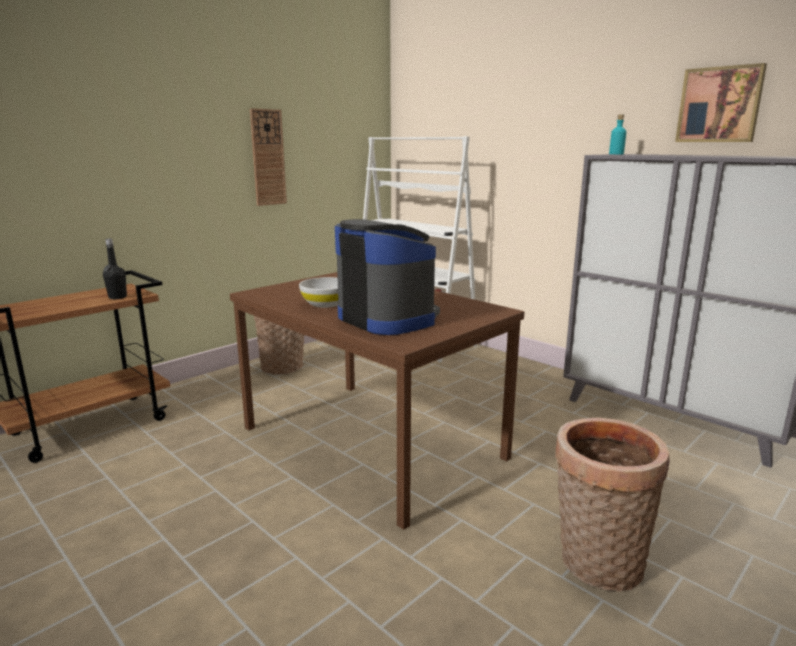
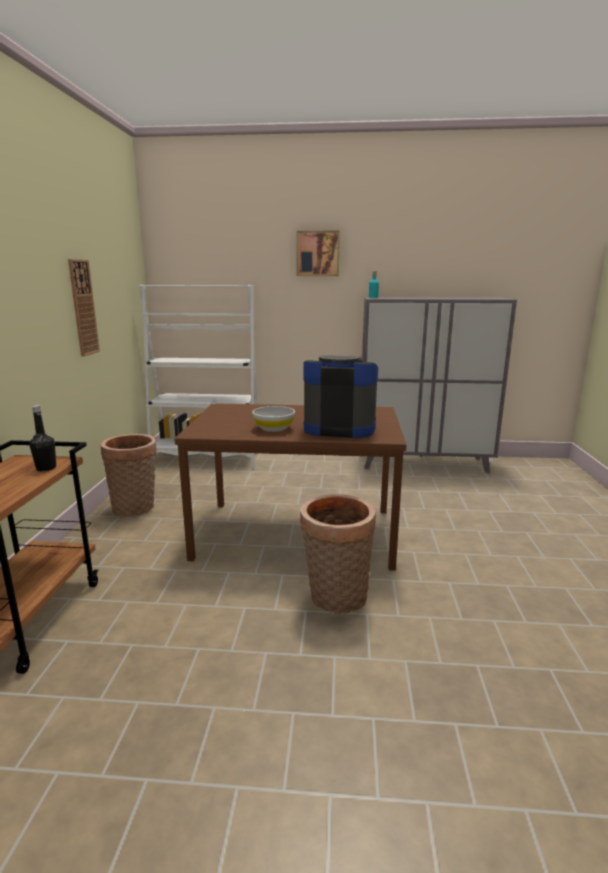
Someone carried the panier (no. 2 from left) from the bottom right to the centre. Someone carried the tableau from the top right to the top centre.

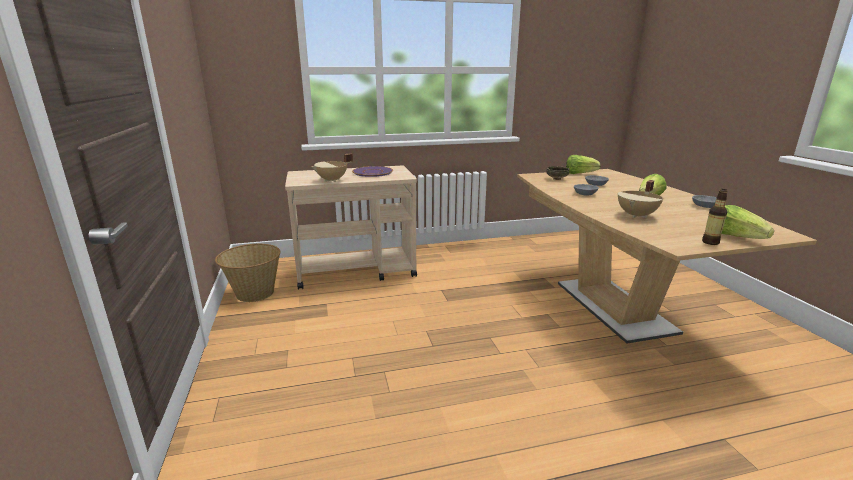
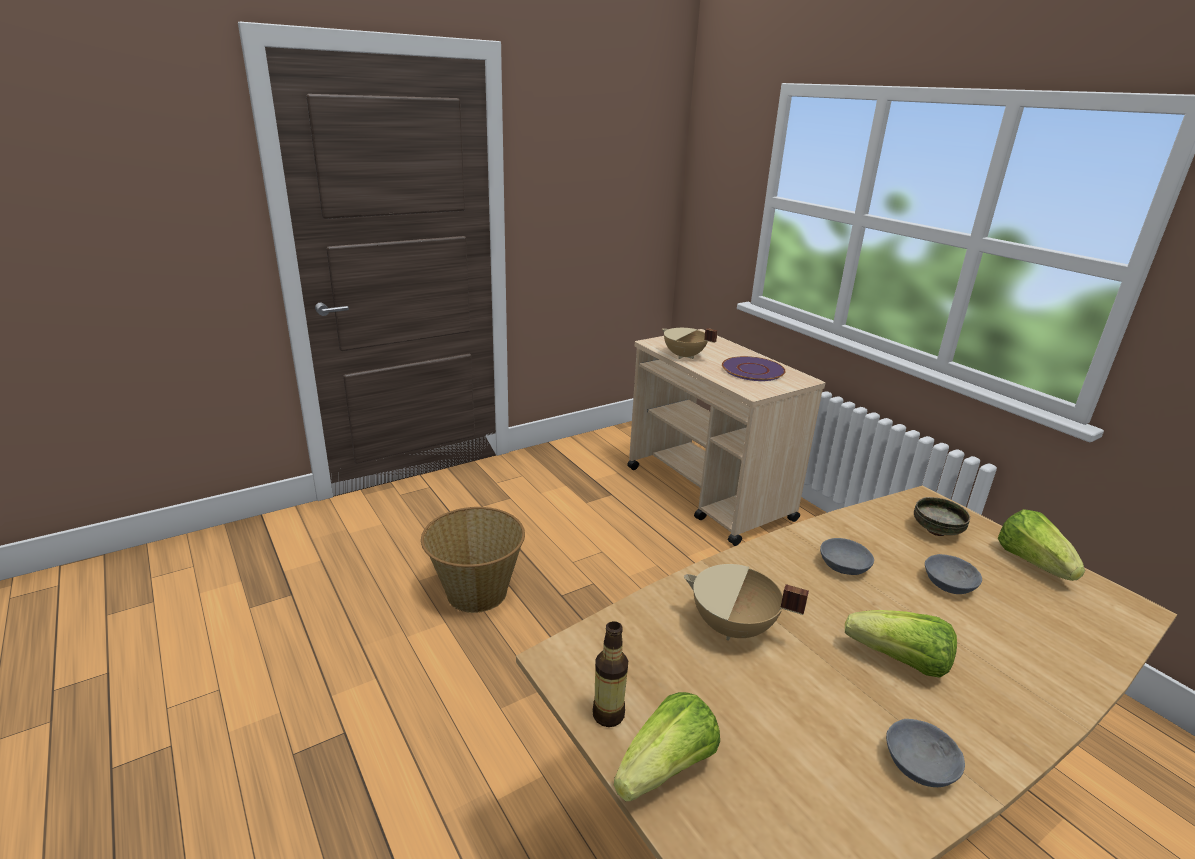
Someone carried the panier from the middle left to the centre.

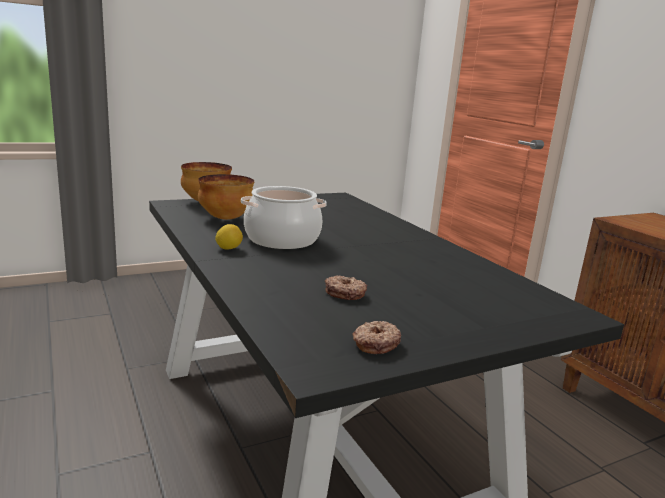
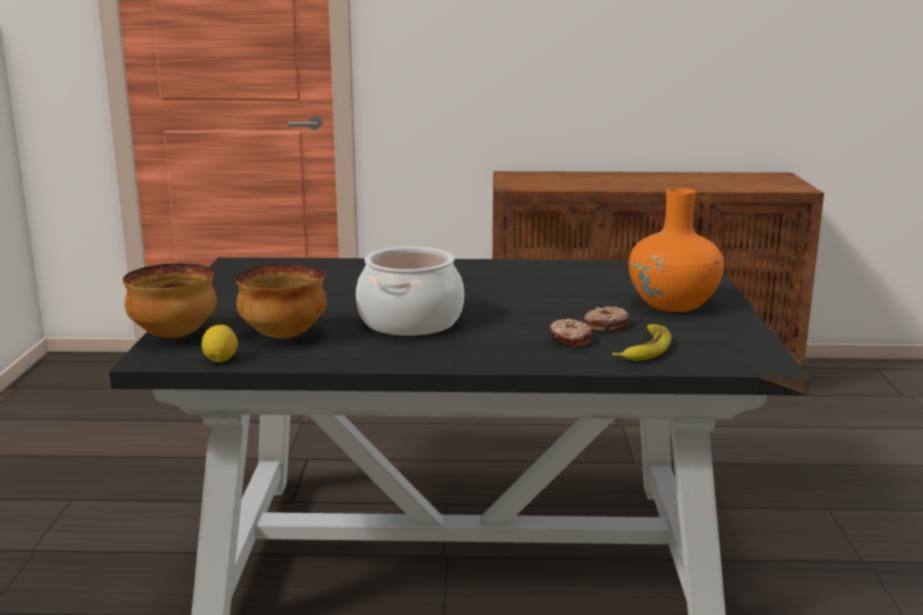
Someone put down the banane at the middle right. Someone put down the vase [orange] at the middle right. Someone carried the citron from the centre to the middle left. Someone carried the beignet (no. 2 from left in the first image) from the bottom centre to the centre.

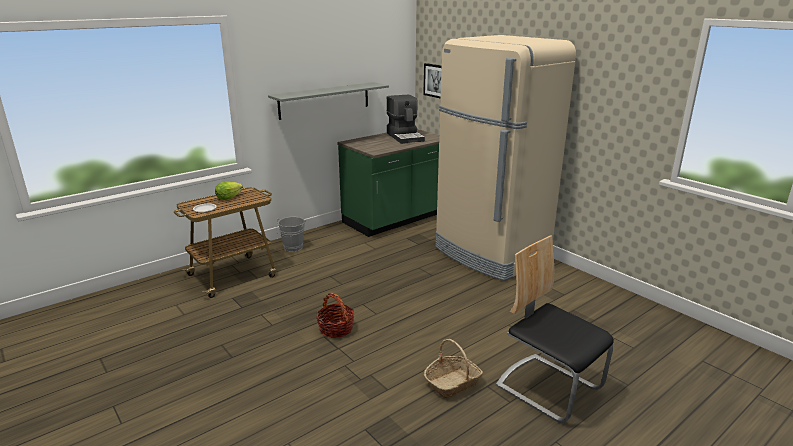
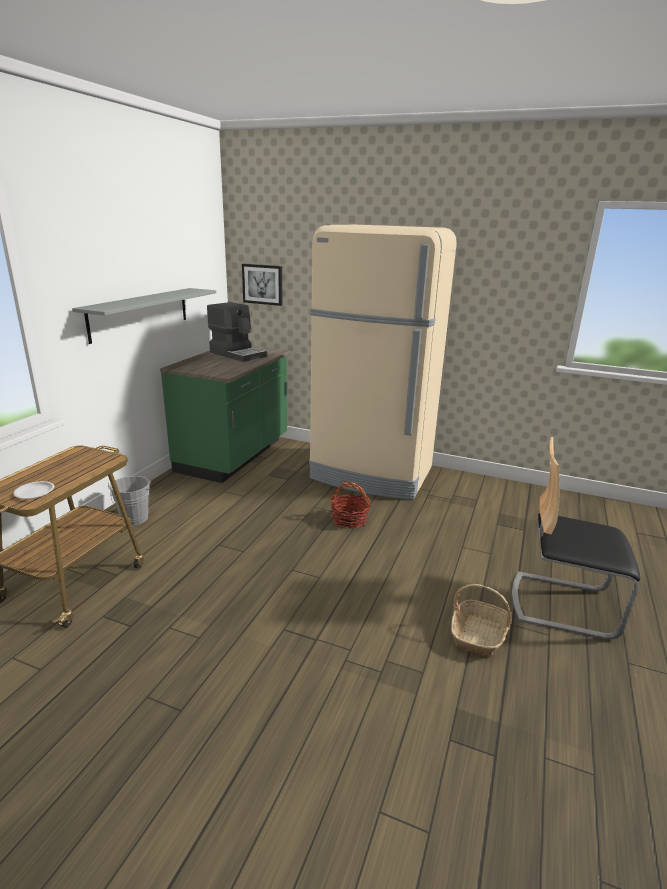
Someone took away the laitue at the middle left. Someone carried the panier (no. 1 from left) from the bottom centre to the centre.

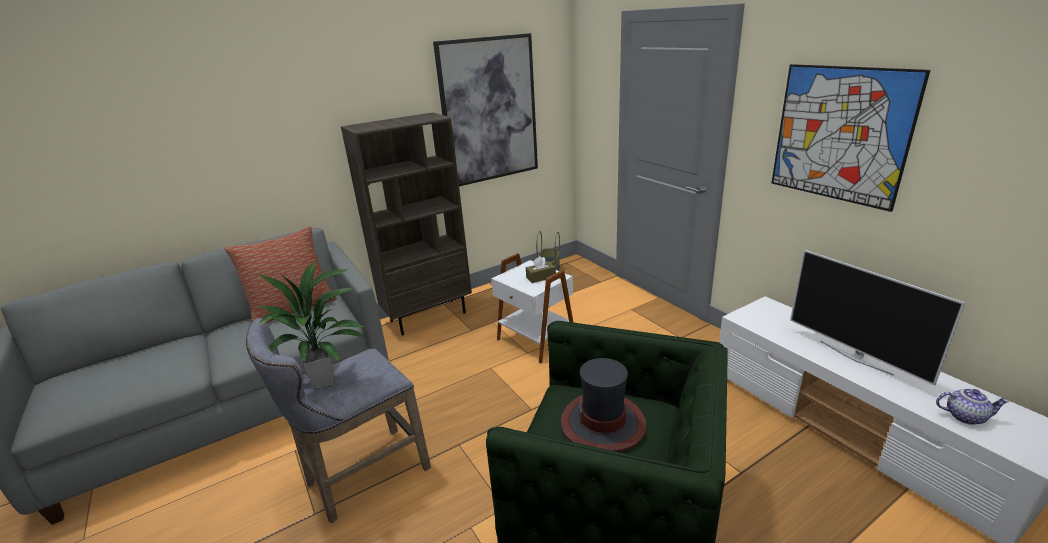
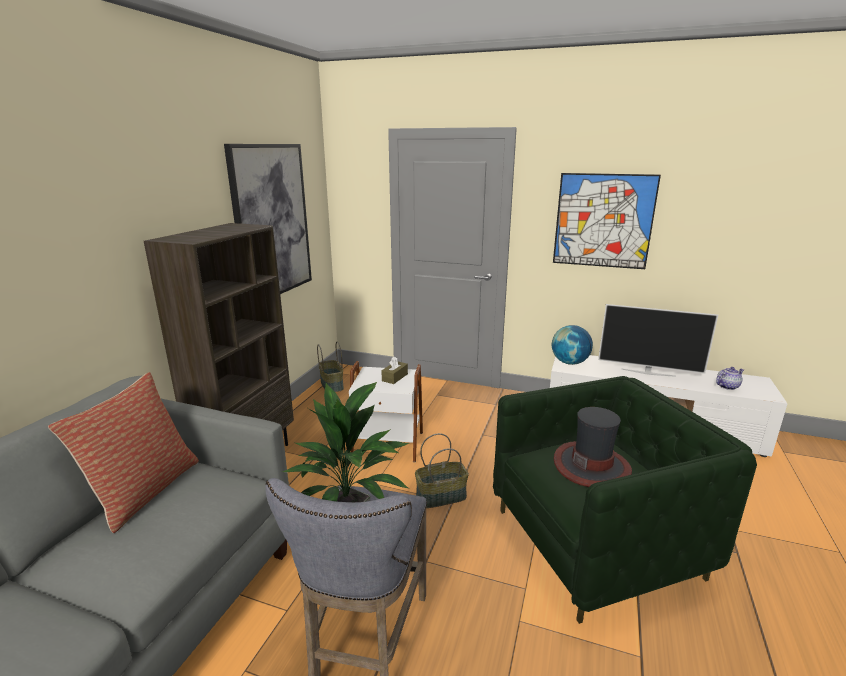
Someone put down the panier (no. 2 from left) at the bottom centre. Someone put down the globe at the middle right.

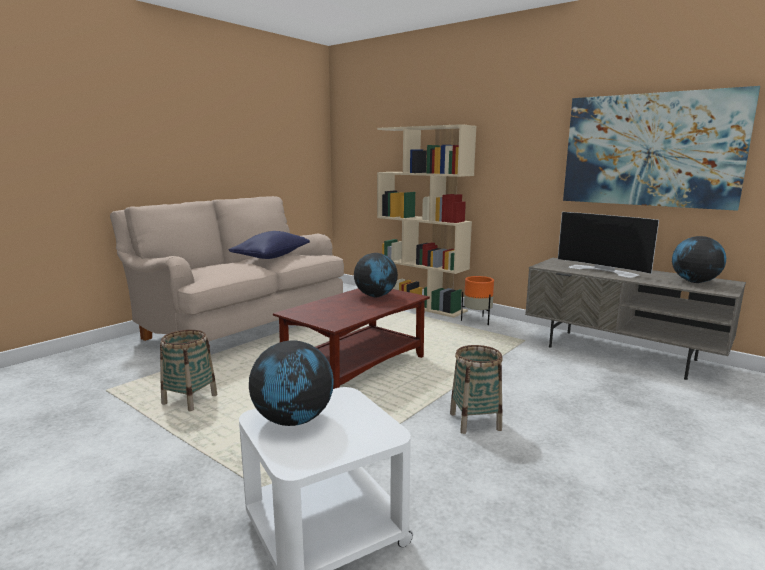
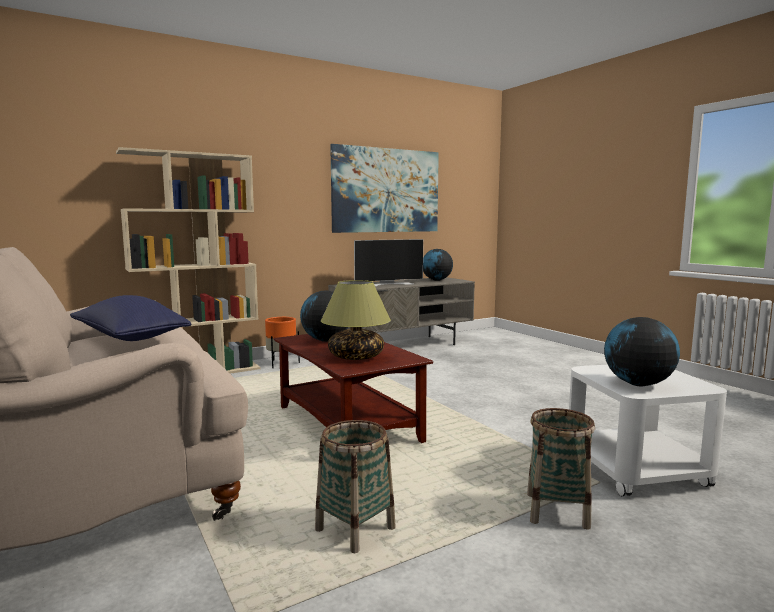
Someone put down the lampe de table at the centre. Someone carried the panier (no. 2 from left) from the bottom centre to the bottom right.

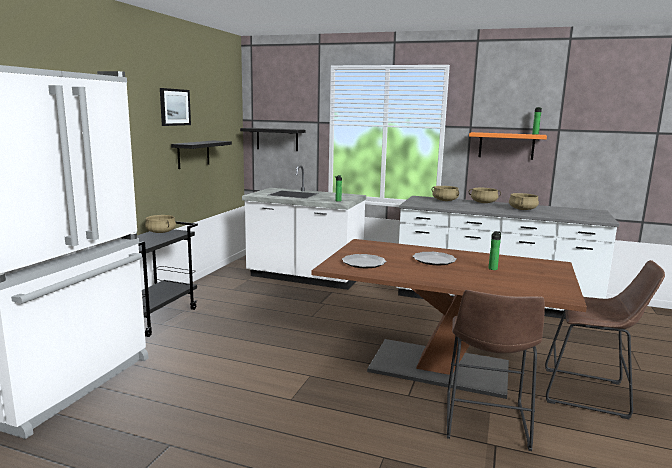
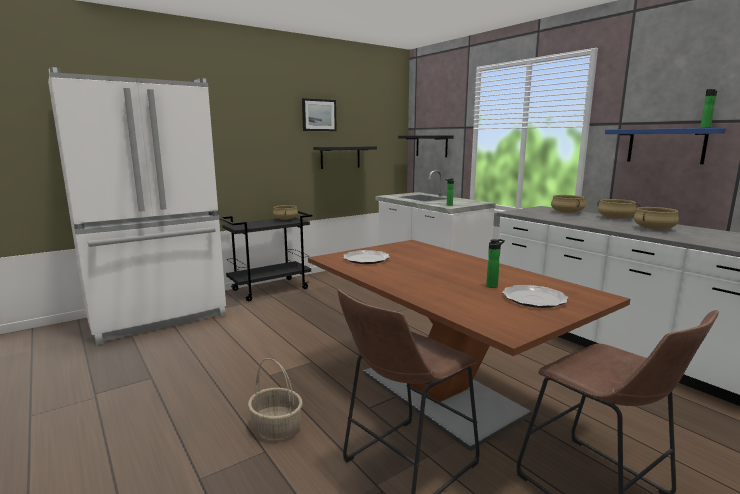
Someone put down the panier at the bottom centre. Someone carried the assiette (no. 2 from left) from the centre to the middle right. Someone repainted the étagère [orange] at the top right, which became the étagère [bleu] at the top right.

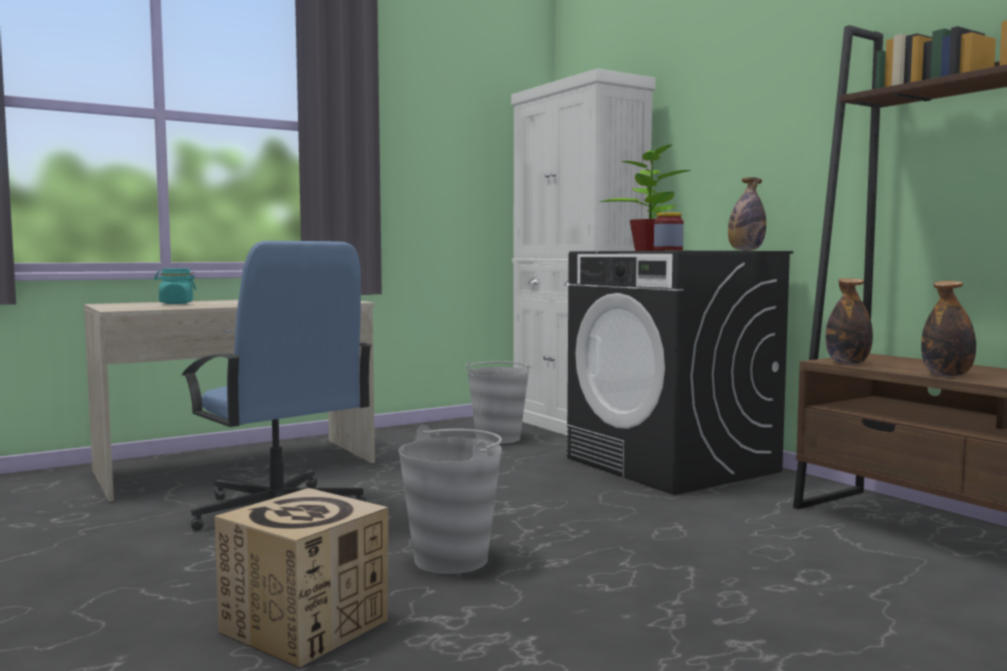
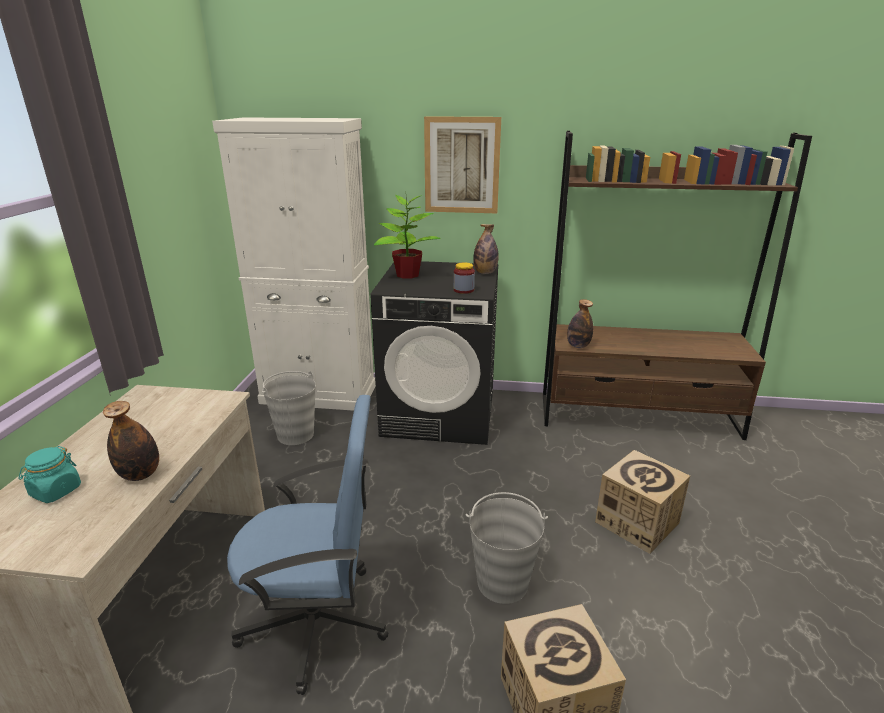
Someone put up the tableau at the top centre. Someone put down the carton (no. 2 from left) at the bottom right. Someone carried the bouteille (no. 3 from left in the first image) from the middle right to the middle left.

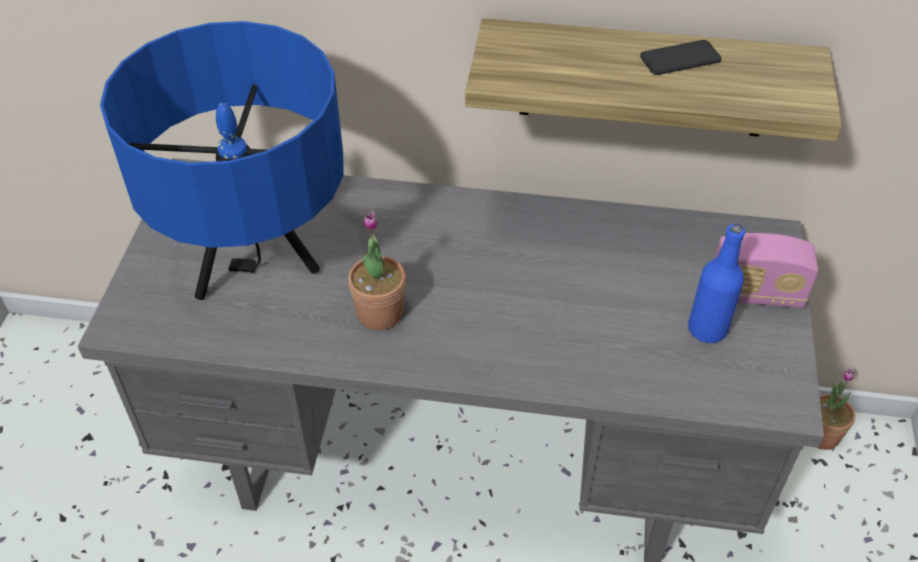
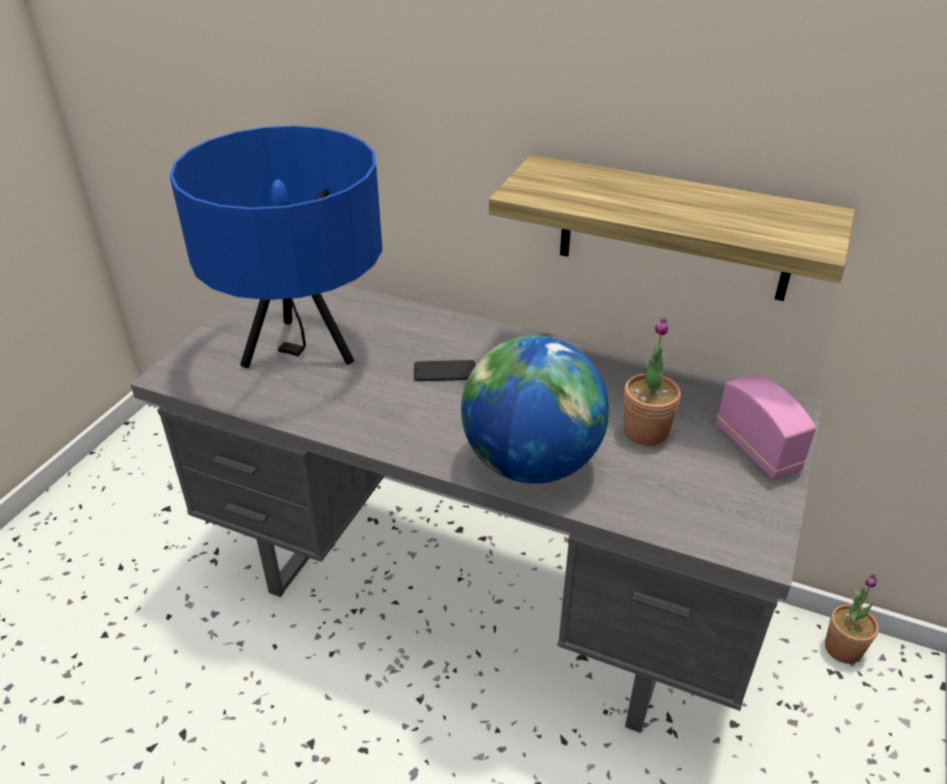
Someone took away the bouteille [bleu] at the middle right. Someone put down the globe at the centre. Someone carried the plante en pot (no. 1 from left) from the centre to the middle right. Someone carried the téléphone from the top right to the centre. Someone rotated the radio at the middle right by 135 degrees counterclockwise.

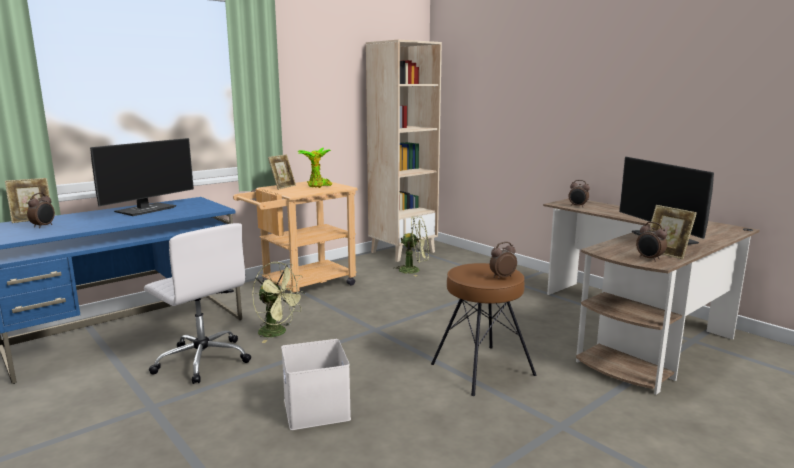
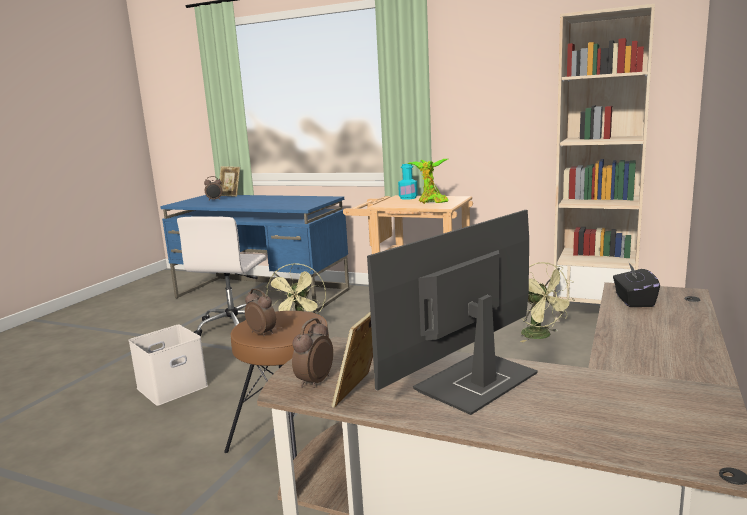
Someone took away the écran d'ordinateur (no. 1 from left) at the middle left. Someone swapped the cadre photo (no. 2 from left) at the centre for the bouteille [turquoise] at the centre. Someone swapped the réveil (no. 3 from left) at the middle right for the boîte à mouchoirs [noir] at the middle right.

